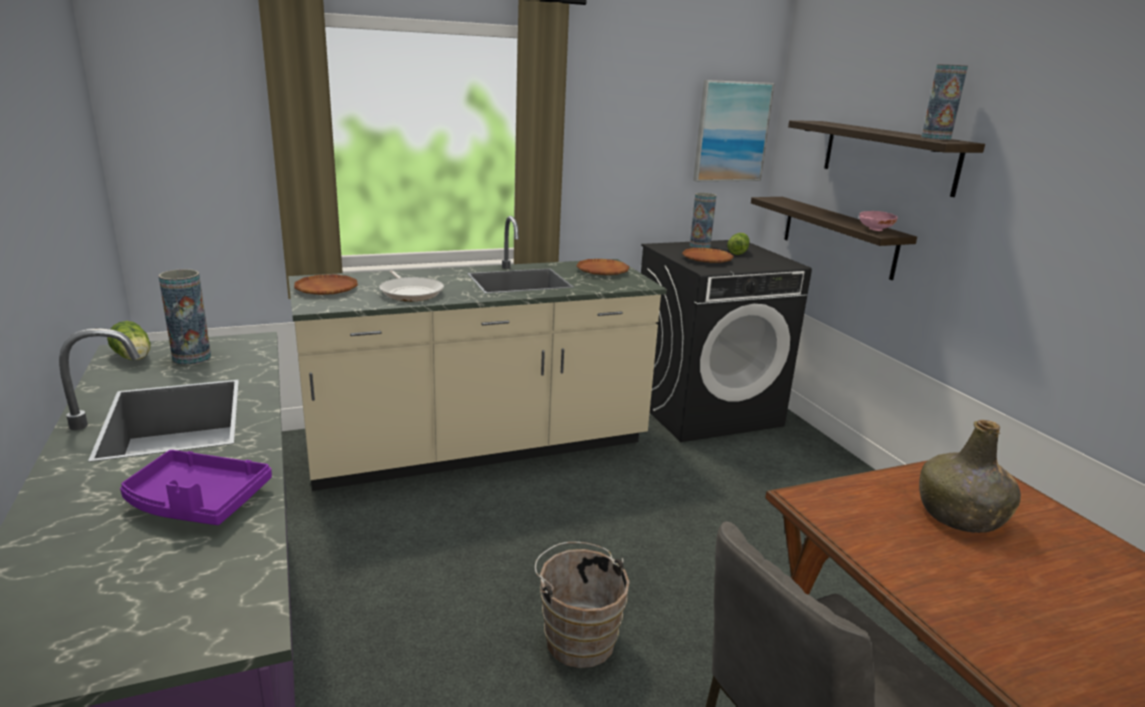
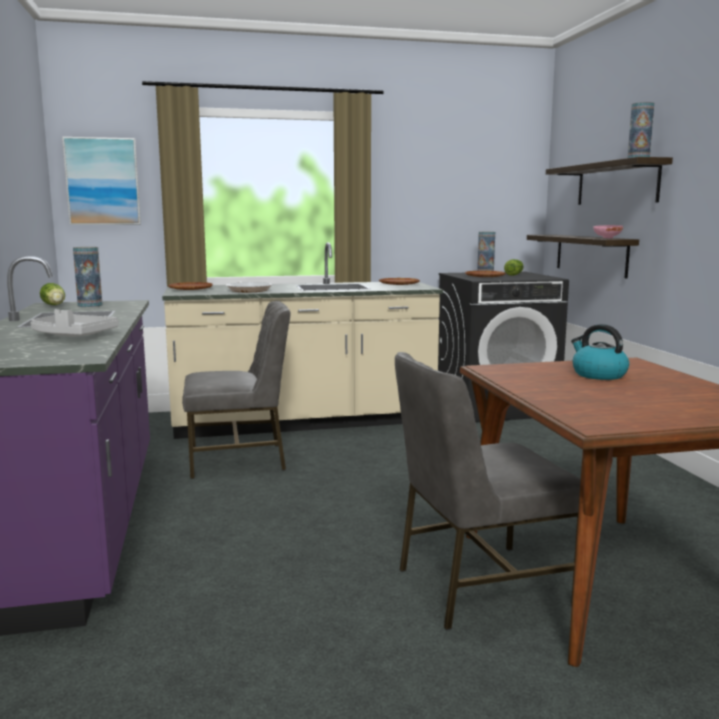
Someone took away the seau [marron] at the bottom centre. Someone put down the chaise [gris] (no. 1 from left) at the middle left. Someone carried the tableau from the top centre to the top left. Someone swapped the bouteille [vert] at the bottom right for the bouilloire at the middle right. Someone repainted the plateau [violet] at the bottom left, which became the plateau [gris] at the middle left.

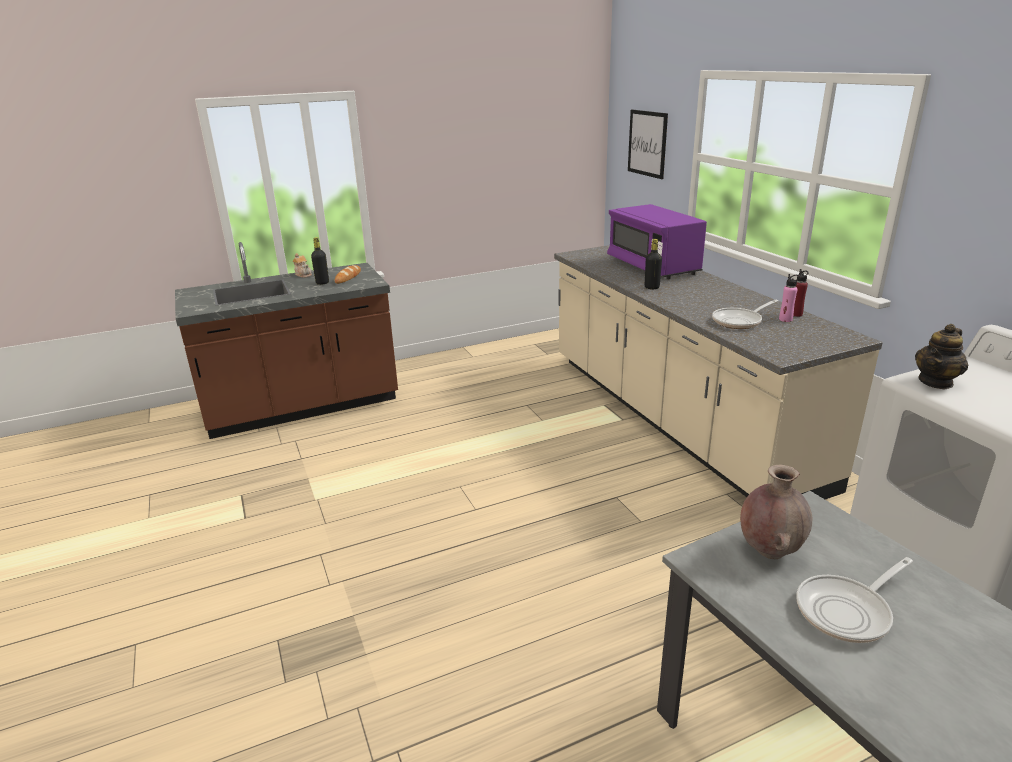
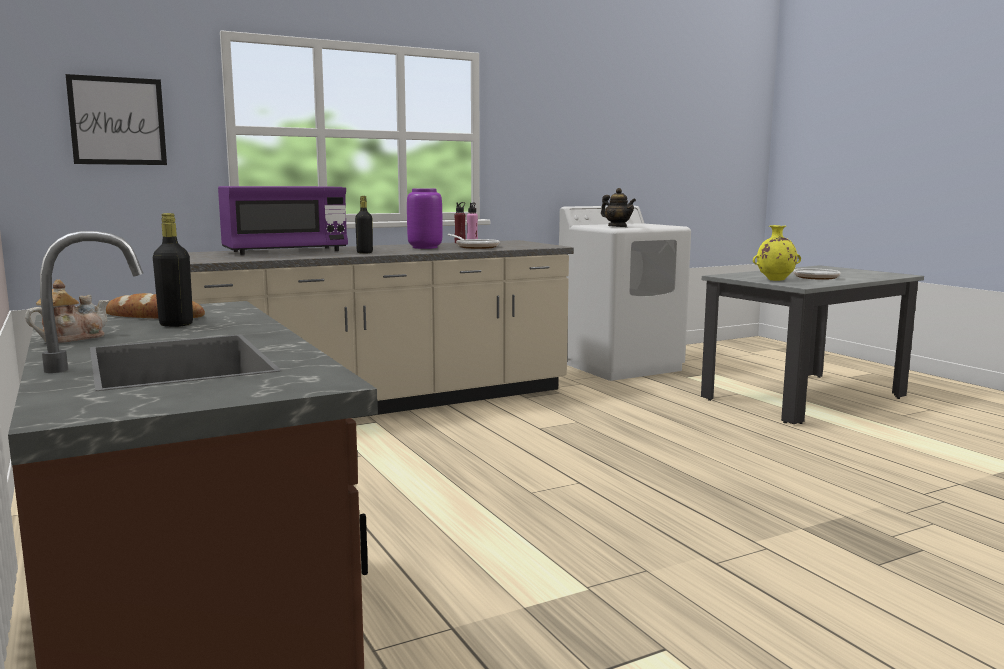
Someone put down the vase [violet] at the top centre. Someone repainted the vase [marron] at the bottom right, which became the vase [jaune] at the middle right.

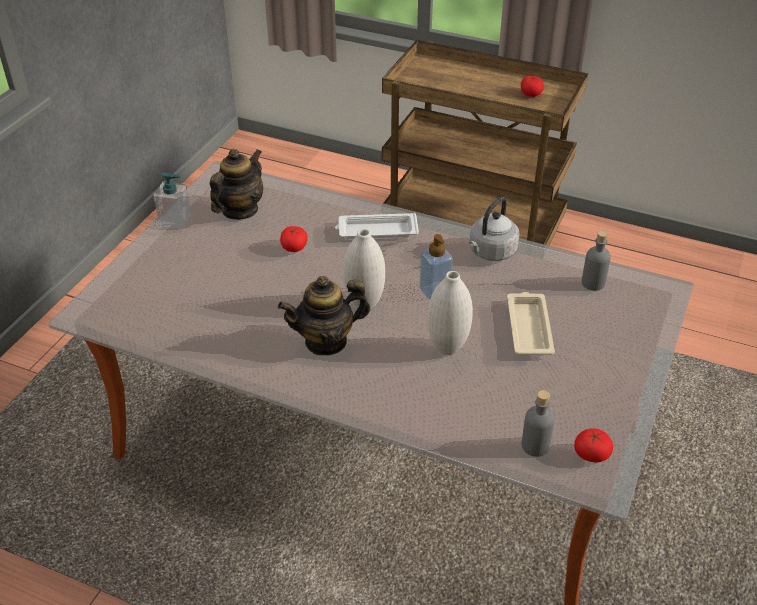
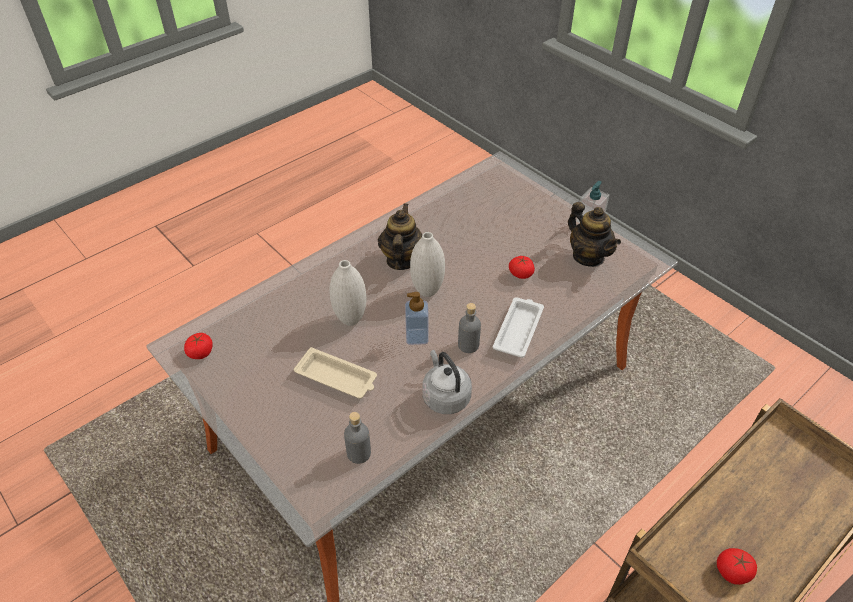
Someone carried the bouteille [gris] (no. 1 from left in the first image) from the bottom right to the centre.

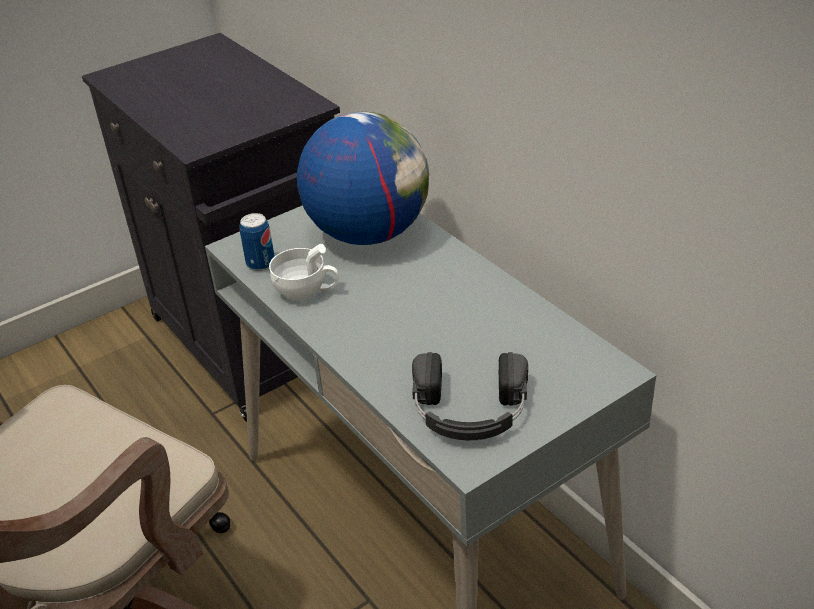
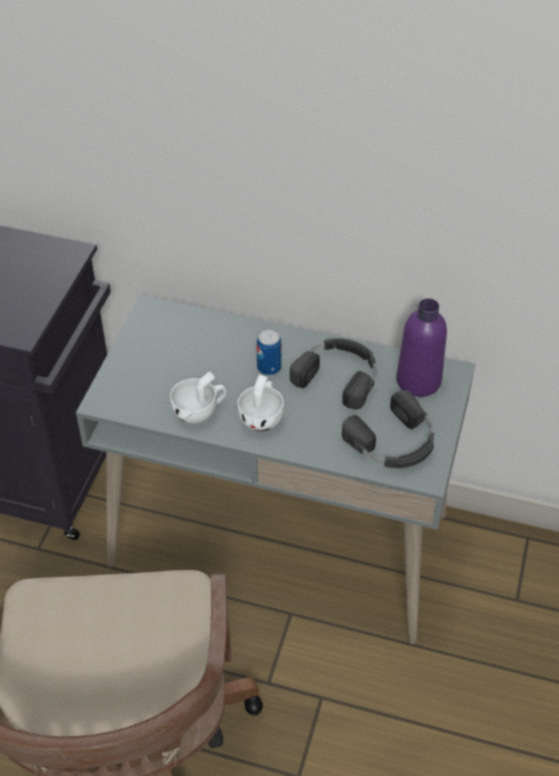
Someone took away the globe at the top centre. Someone put down the tasse [blanc] (no. 2 from left) at the centre. Someone put down the casque audio [noir] (no. 1 from left) at the centre. Someone put down the bouteille [violet] at the middle right. Someone carried the boîte métallique from the middle left to the centre.

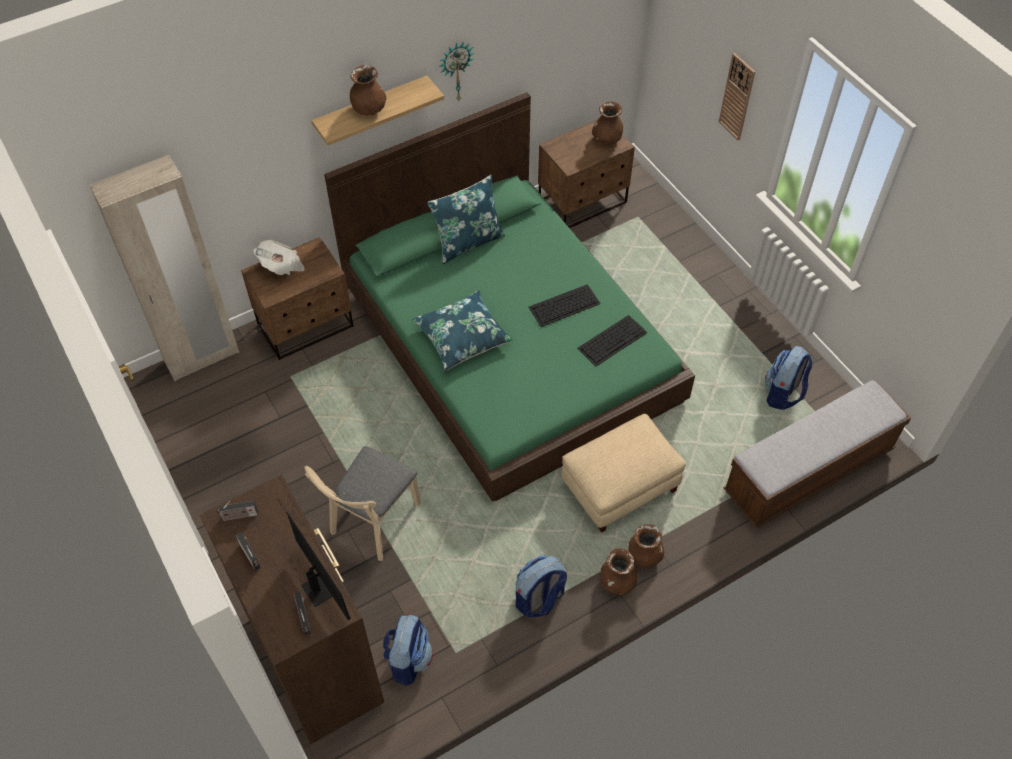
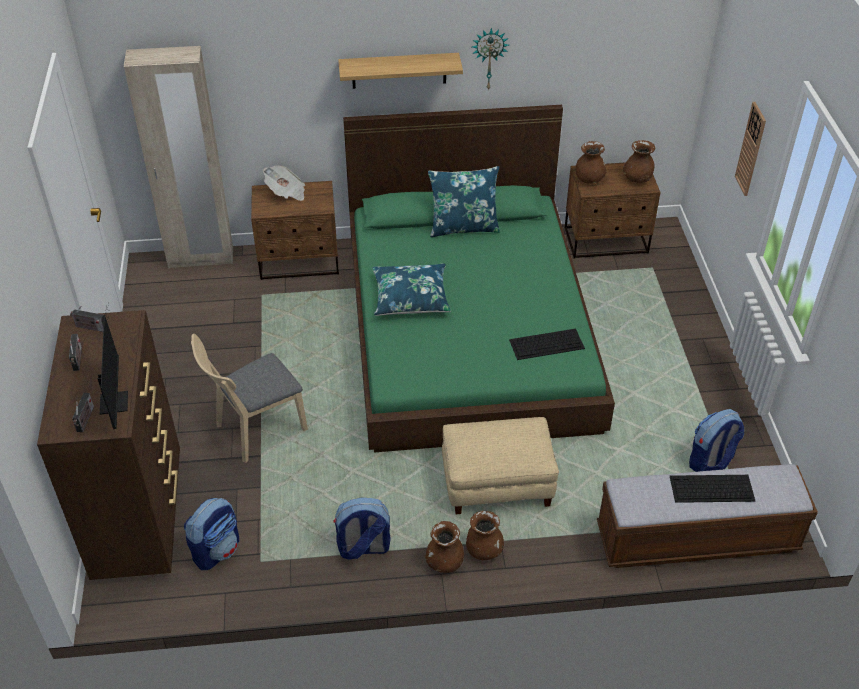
Someone carried the vase [marron] (no. 1 from left in the first image) from the top centre to the top right. Someone carried the clavier (no. 1 from left in the first image) from the centre to the bottom right.

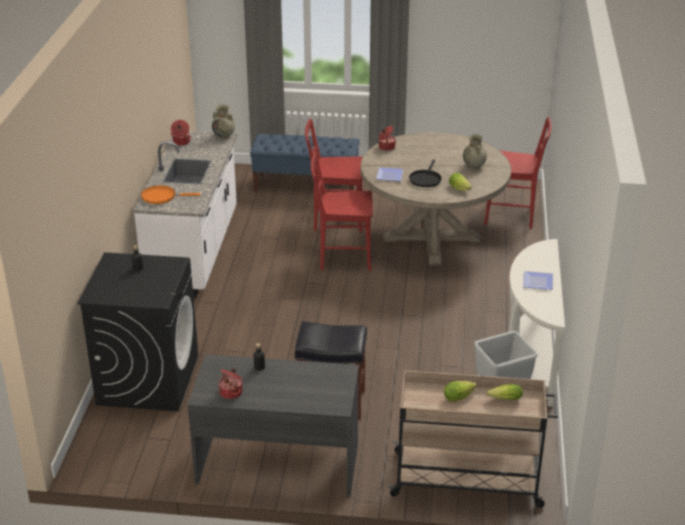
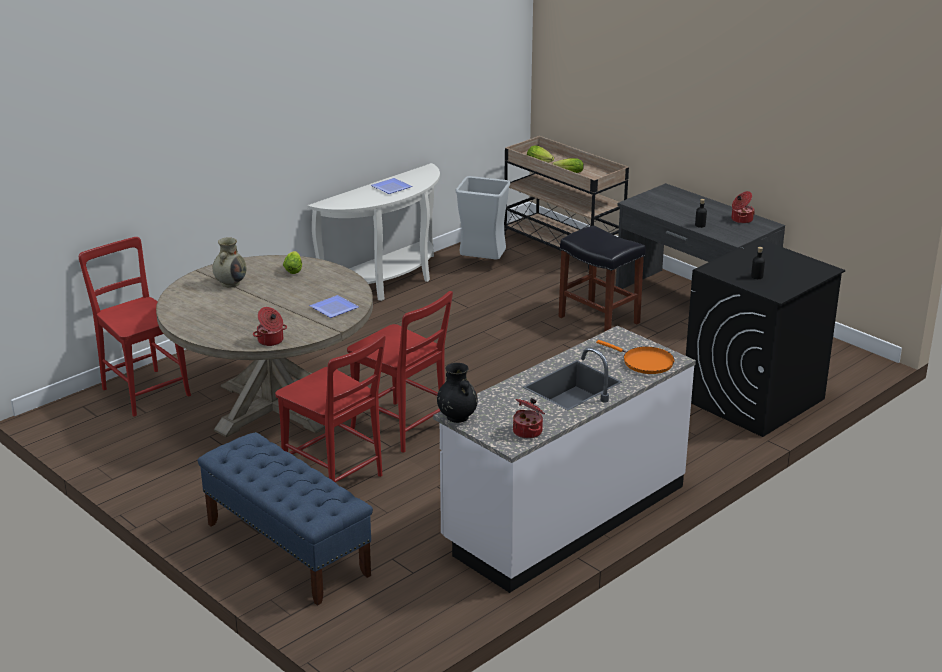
Someone took away the poêle [noir] at the top centre. Someone repainted the vase [beige] (no. 1 from left) at the top left, which became the vase [noir] at the centre.

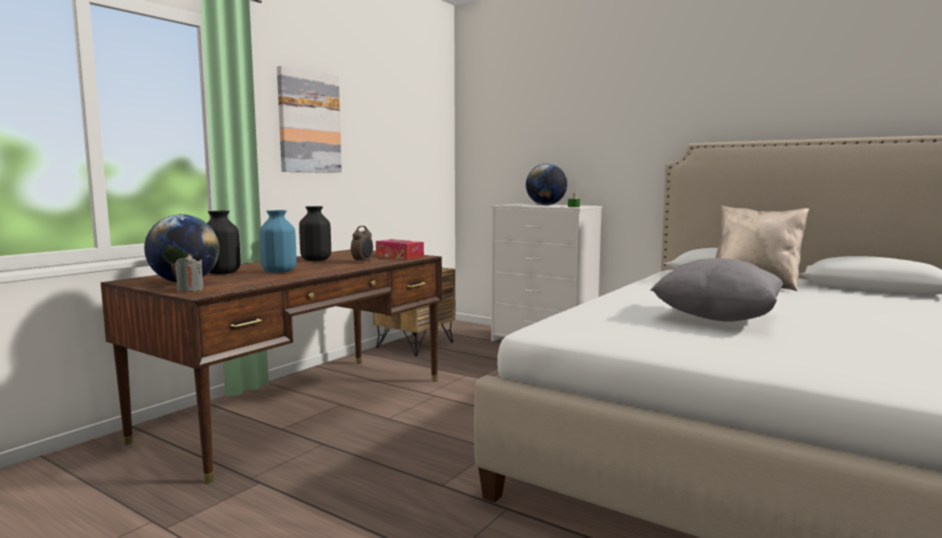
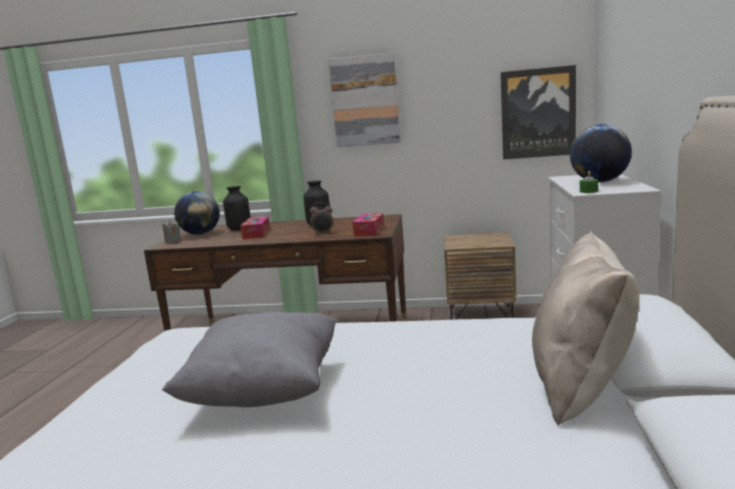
Someone put up the tableau (no. 2 from left) at the top right. Someone swapped the vase [bleu] at the middle left for the boîte à mouchoirs (no. 1 from left) at the centre.

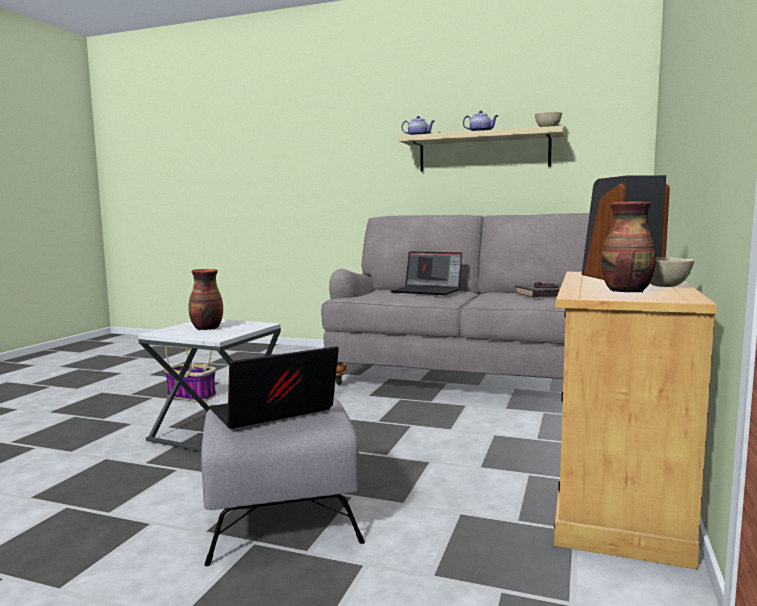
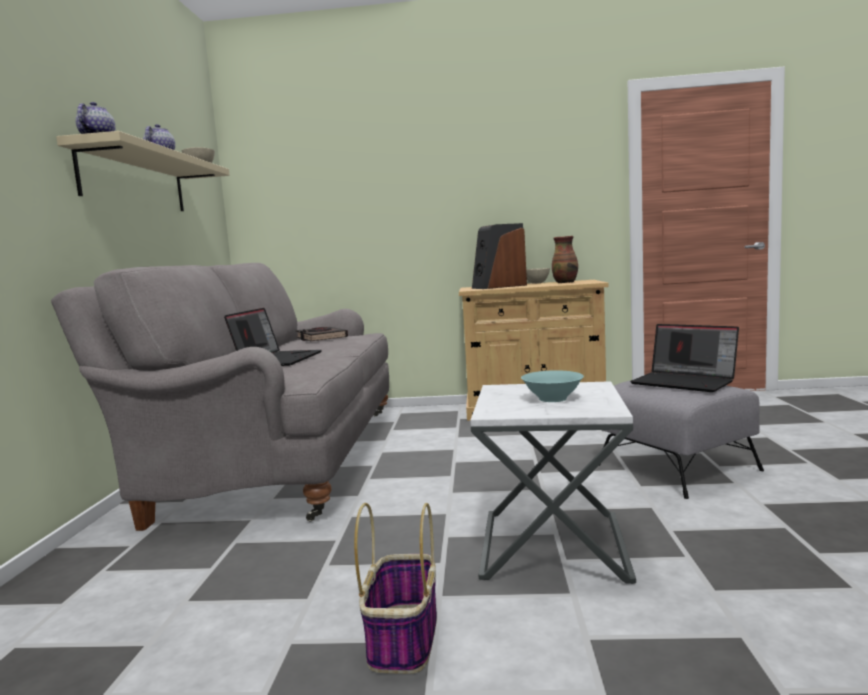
Someone swapped the vase (no. 1 from left) at the middle left for the bol [turquoise] at the centre.

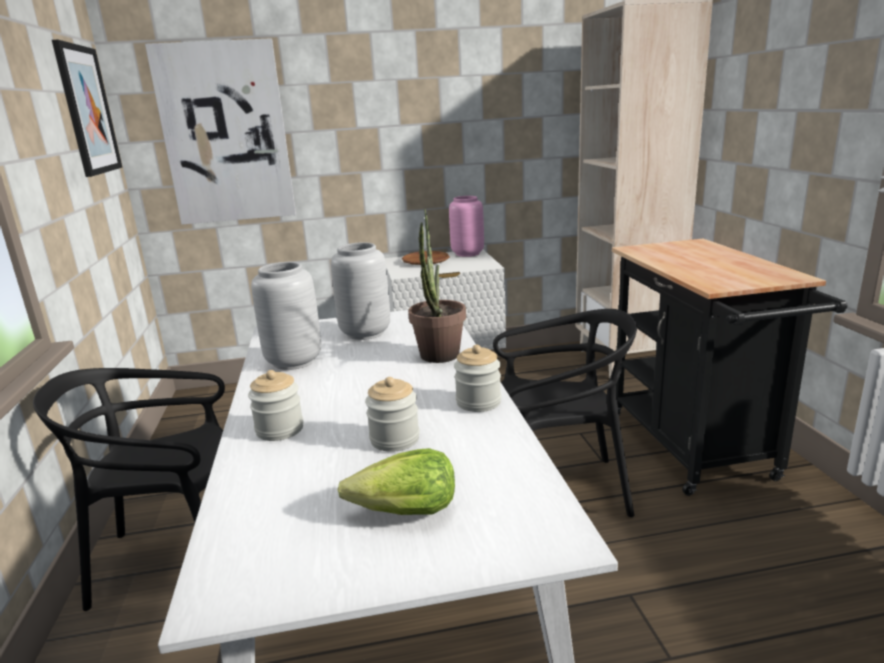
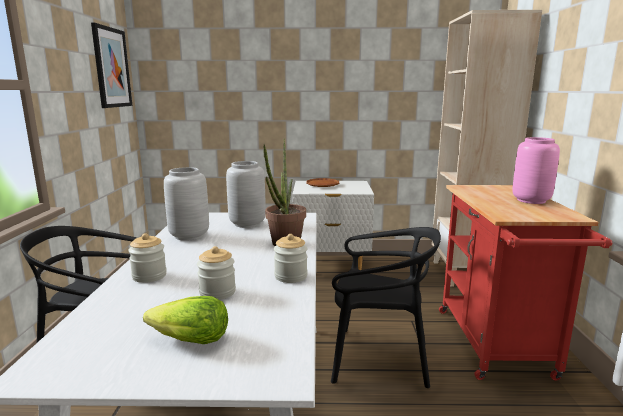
Someone took away the tableau (no. 2 from left) at the top left. Someone carried the vase [rose] from the centre to the middle right. Someone repainted the chariot [noir] at the middle right, which became the chariot [rouge] at the bottom right.

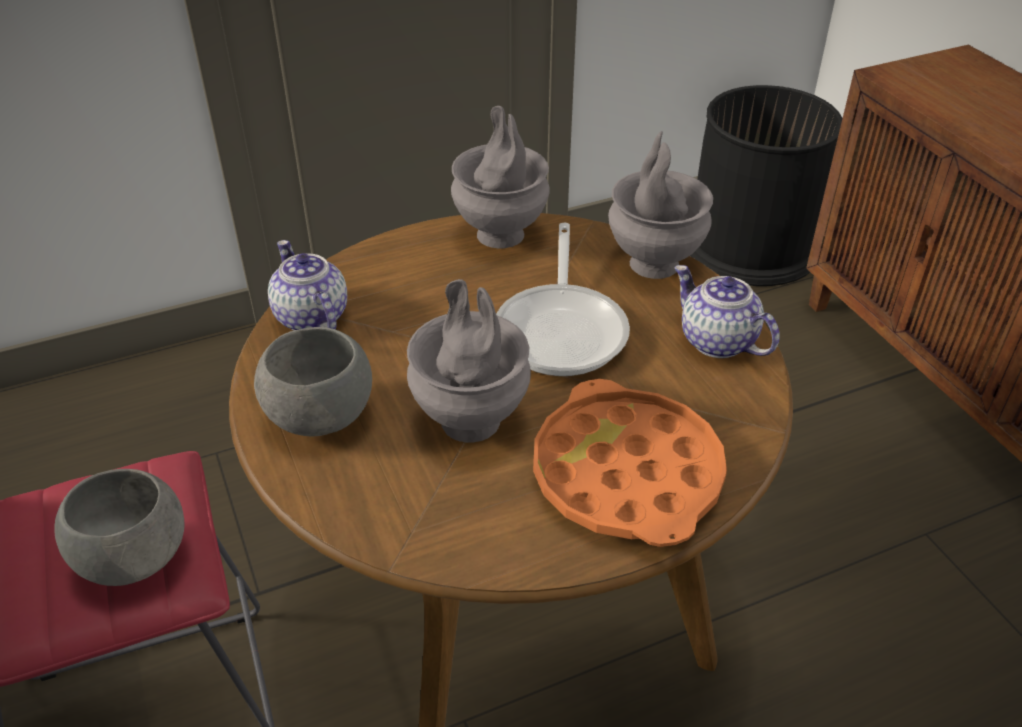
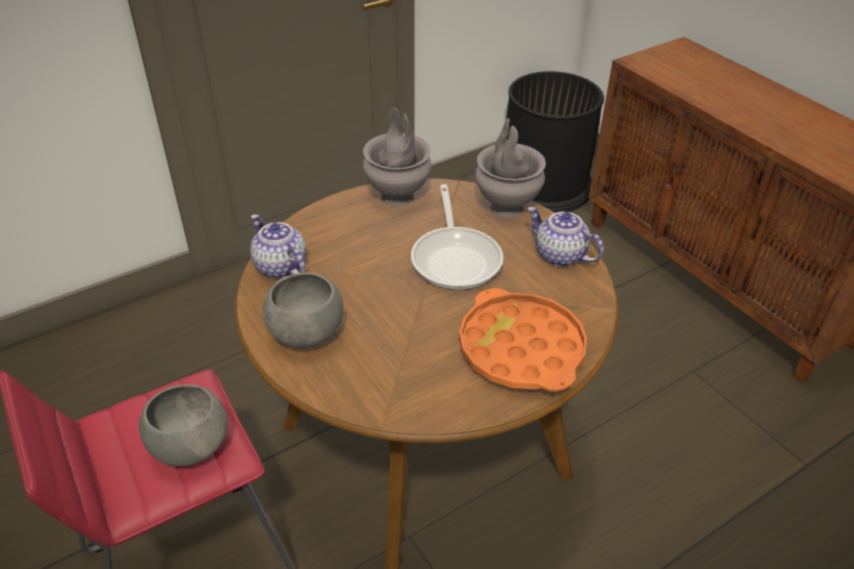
Someone took away the vase [gris] (no. 1 from left) at the centre.

